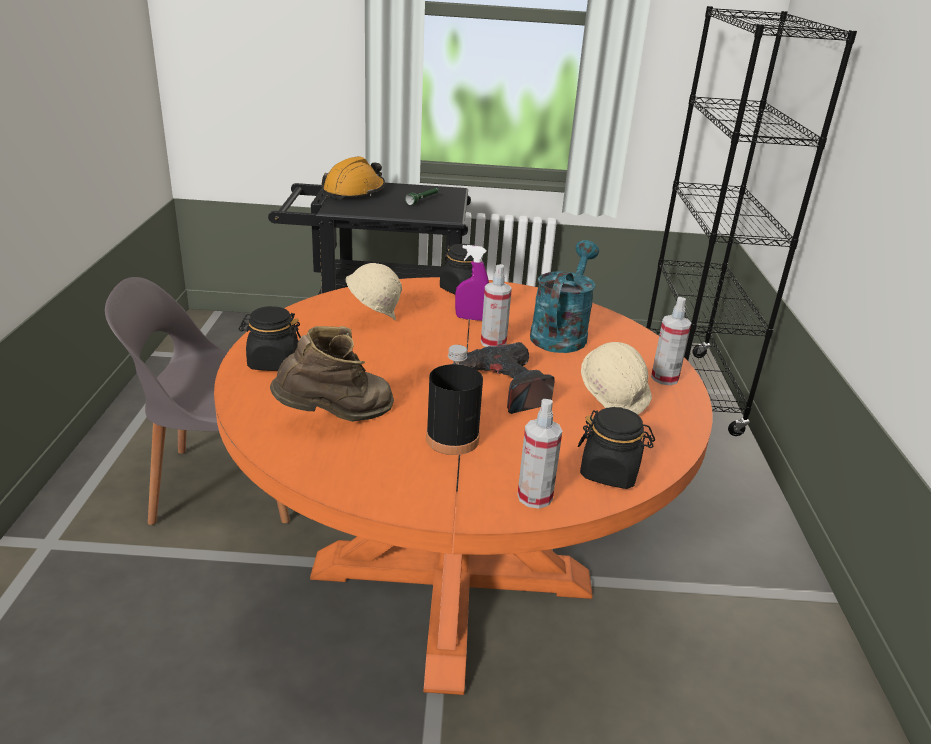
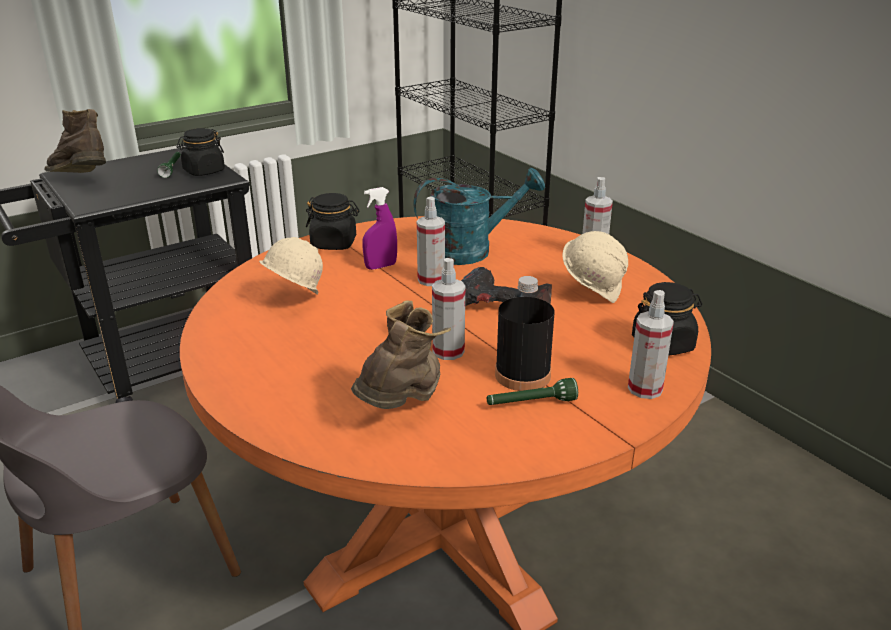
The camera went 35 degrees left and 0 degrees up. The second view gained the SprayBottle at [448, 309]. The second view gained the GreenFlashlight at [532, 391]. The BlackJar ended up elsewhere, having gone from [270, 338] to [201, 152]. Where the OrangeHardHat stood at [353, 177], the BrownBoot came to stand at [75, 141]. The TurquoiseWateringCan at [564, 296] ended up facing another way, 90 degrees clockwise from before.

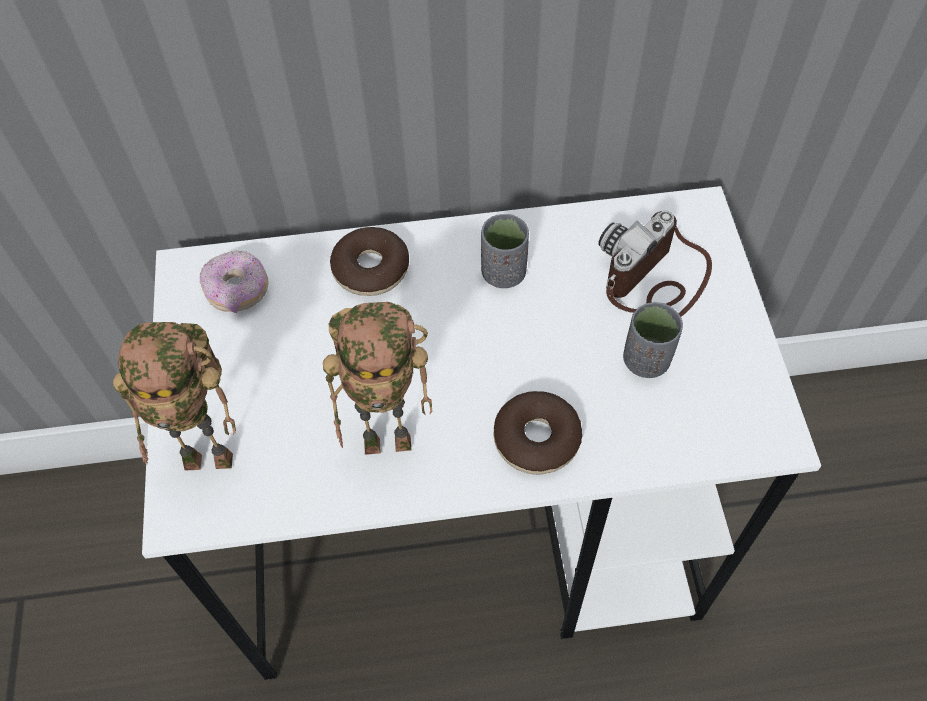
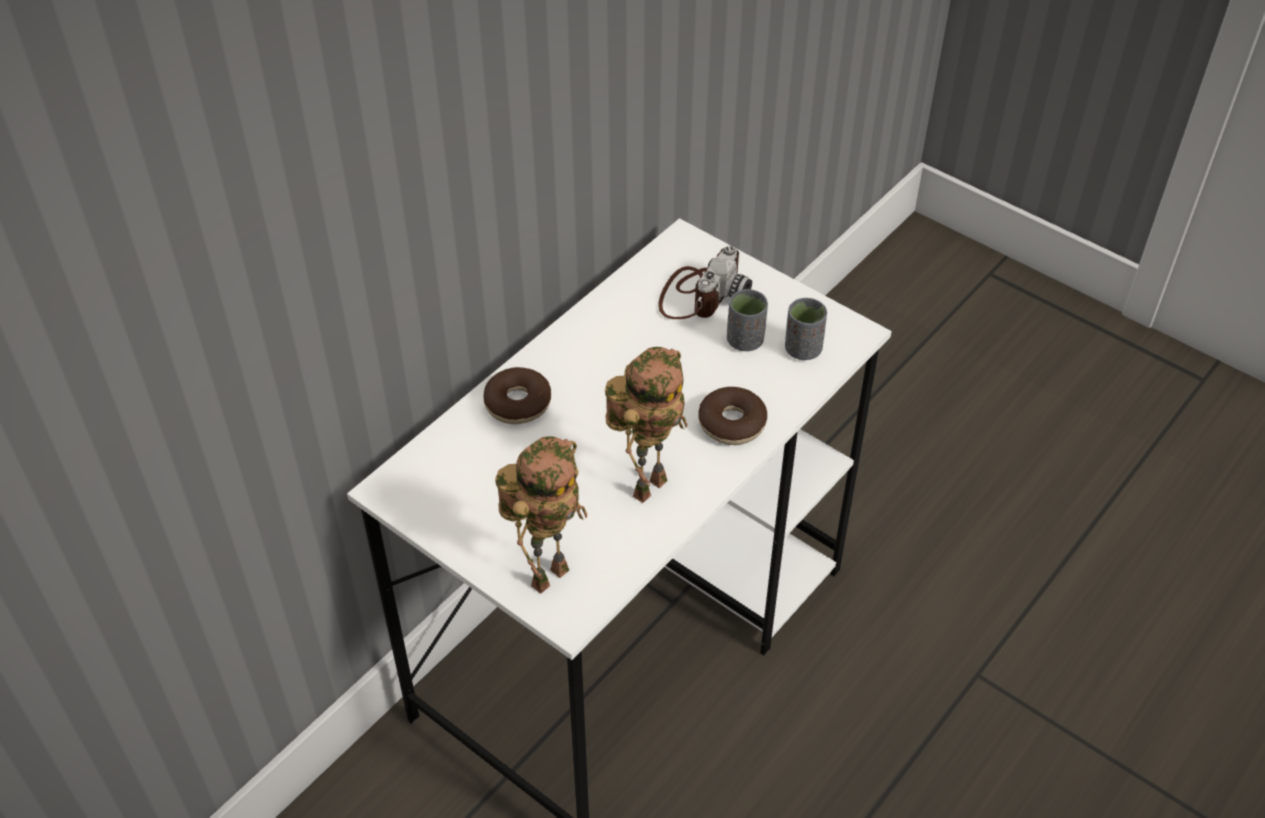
The camera went 45 degrees left and 10 degrees down. The second view lost the Donut at [234, 282]. The GreyCup ended up elsewhere, having gone from [505, 251] to [806, 329]. The PhotoCamera at [655, 264] ended up facing another way, 150 degrees counterclockwise from before.

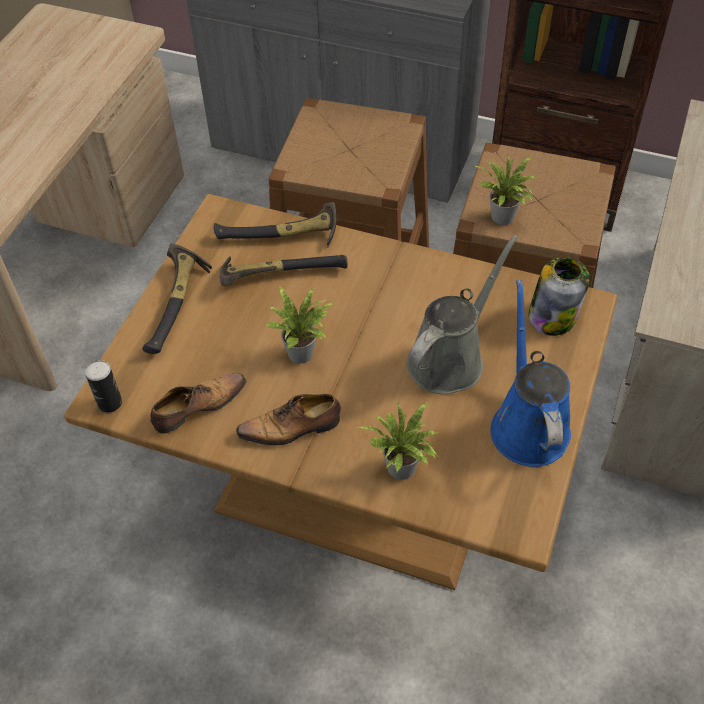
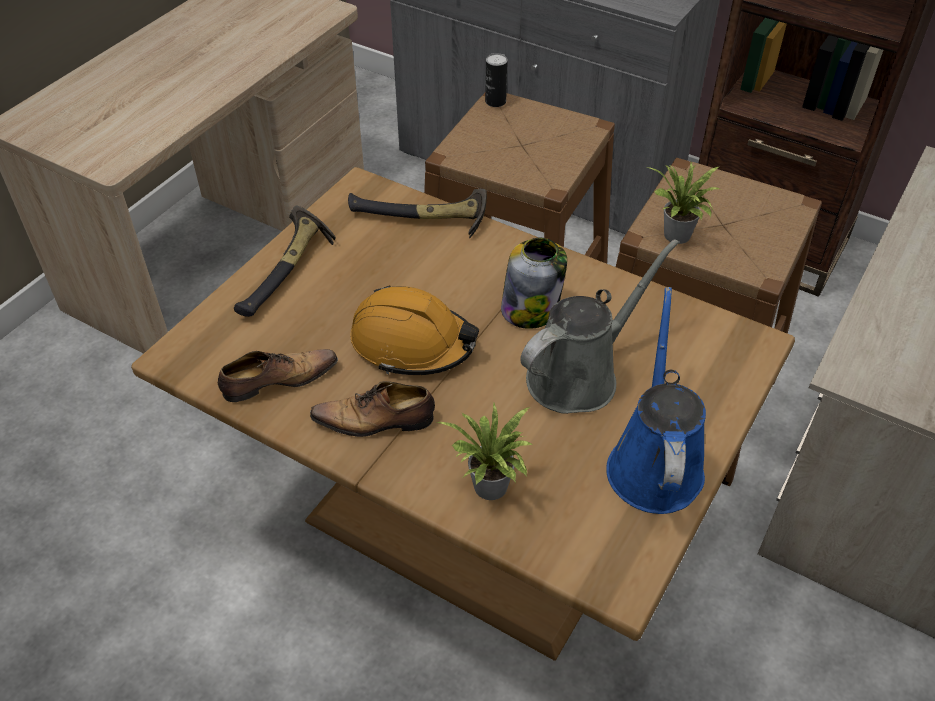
The camera went 10 degrees right and 5 degrees down. The second view lost the Hammer at [284, 270]. The Can ended up elsewhere, having gone from [103, 386] to [496, 80]. The Jar ended up elsewhere, having gone from [559, 296] to [534, 283]. Where the PottedPlant stood at [300, 324], the OrangeHardHat came to stand at [415, 330].

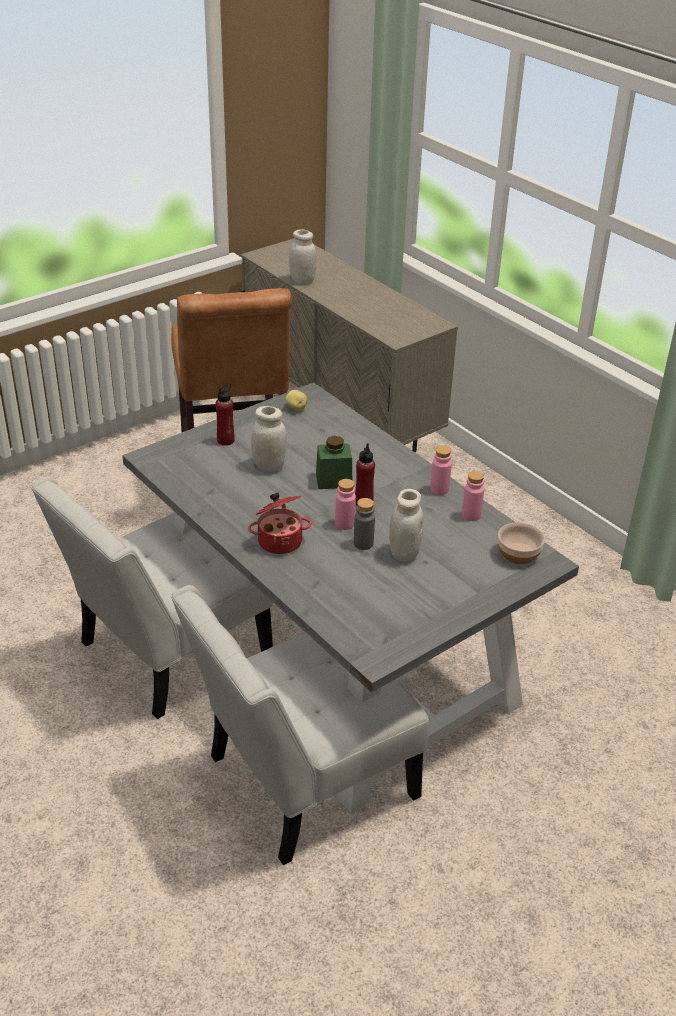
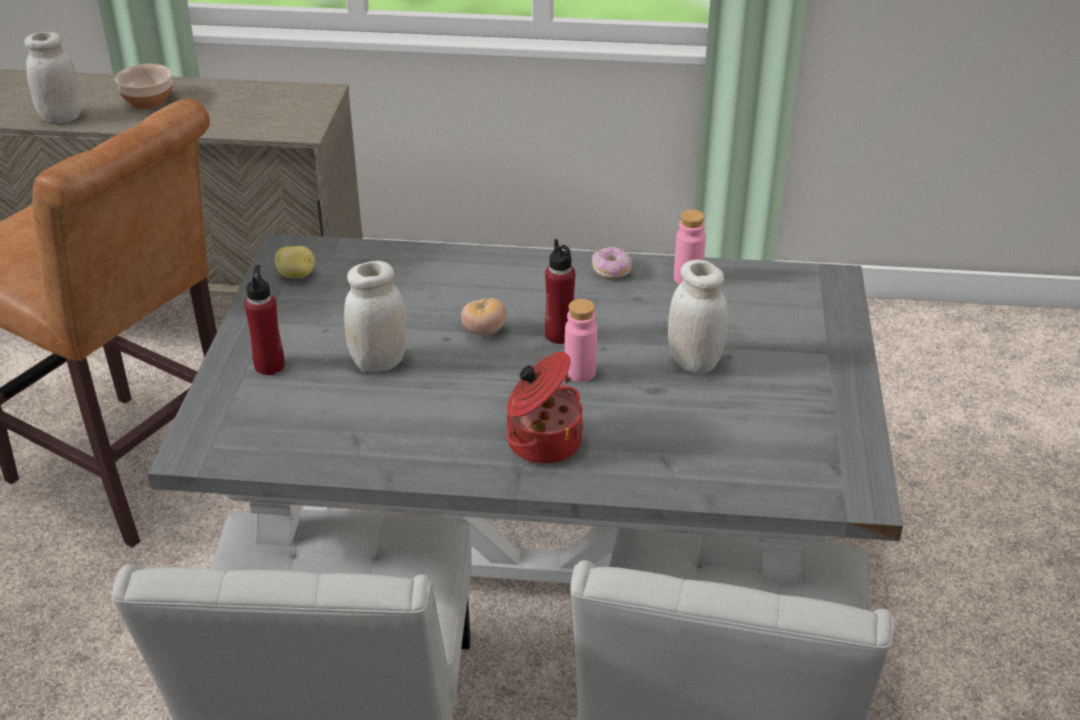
The camera went 45 degrees left and 0 degrees up. The second view lost the GreyBottle at [364, 524]. The Bowl ended up elsewhere, having gone from [521, 543] to [143, 86]. Where the GreenJar stood at [334, 462], the Tomato came to stand at [484, 317]. Where the PinkBottle stood at [441, 470], the Donut came to stand at [612, 263].

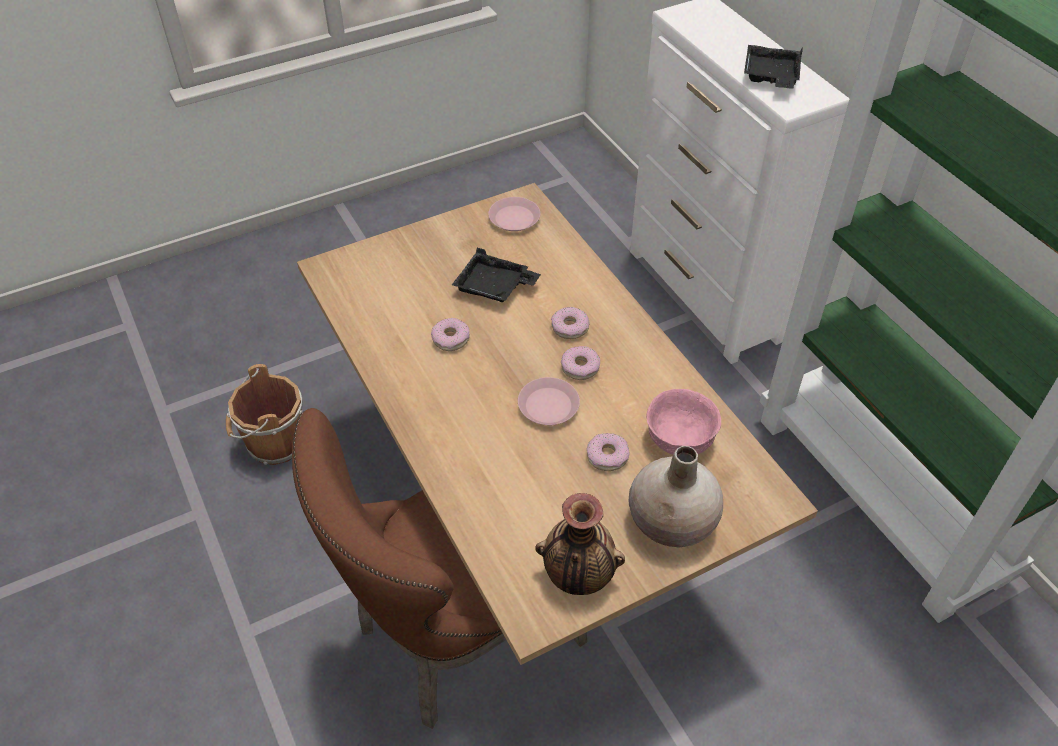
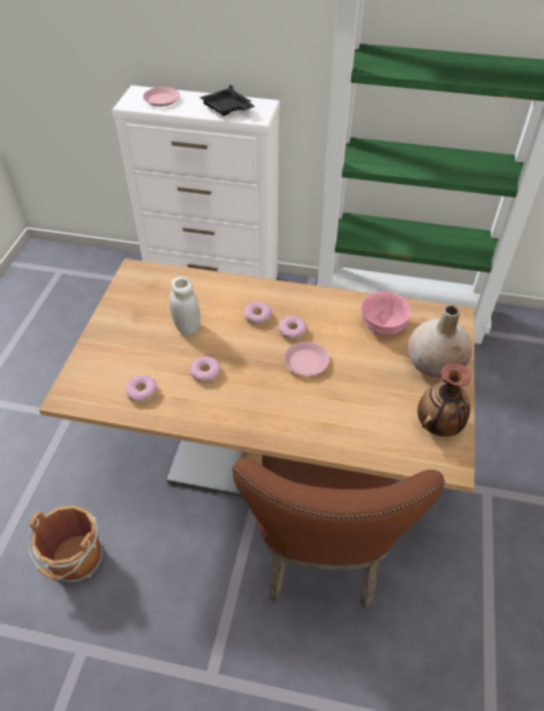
The camera went 50 degrees left and 0 degrees up. The PinkPlate ended up elsewhere, having gone from [514, 214] to [161, 97]. The Donut ended up elsewhere, having gone from [608, 452] to [141, 389]. Where the BlackTray stood at [496, 275], the WhiteJar came to stand at [185, 306].

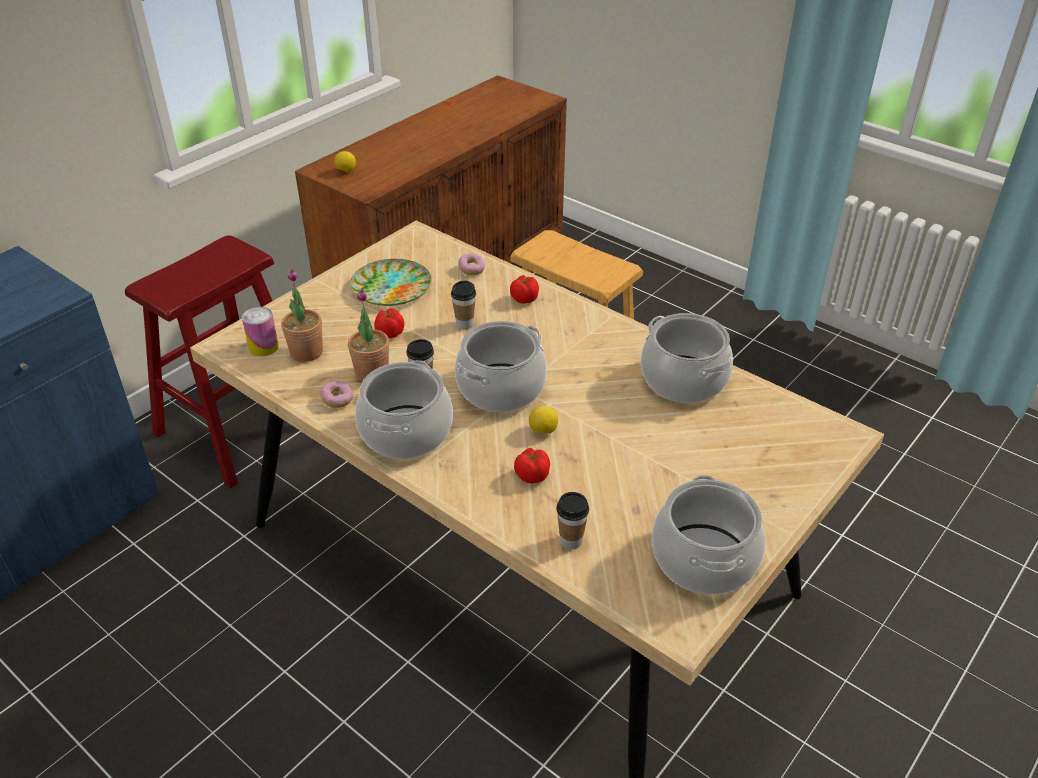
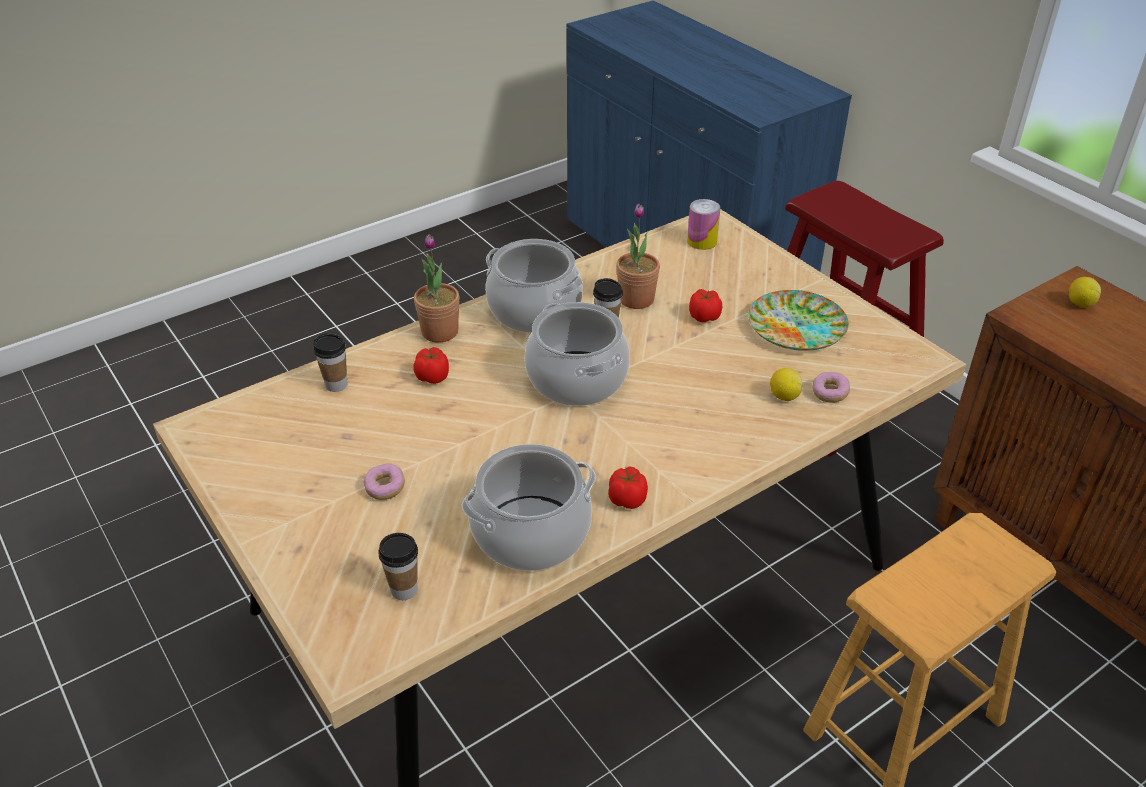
The camera went 105 degrees right and 0 degrees up. The second view lost the CookingPot at [709, 535]. The PottedPlant ended up elsewhere, having gone from [302, 315] to [436, 288]. The Donut ended up elsewhere, having gone from [336, 394] to [384, 481]. The Cup ended up elsewhere, having gone from [463, 305] to [398, 566]. The Tomato ended up elsewhere, having gone from [524, 289] to [628, 487]. The Lemon ended up elsewhere, having gone from [543, 420] to [786, 384].

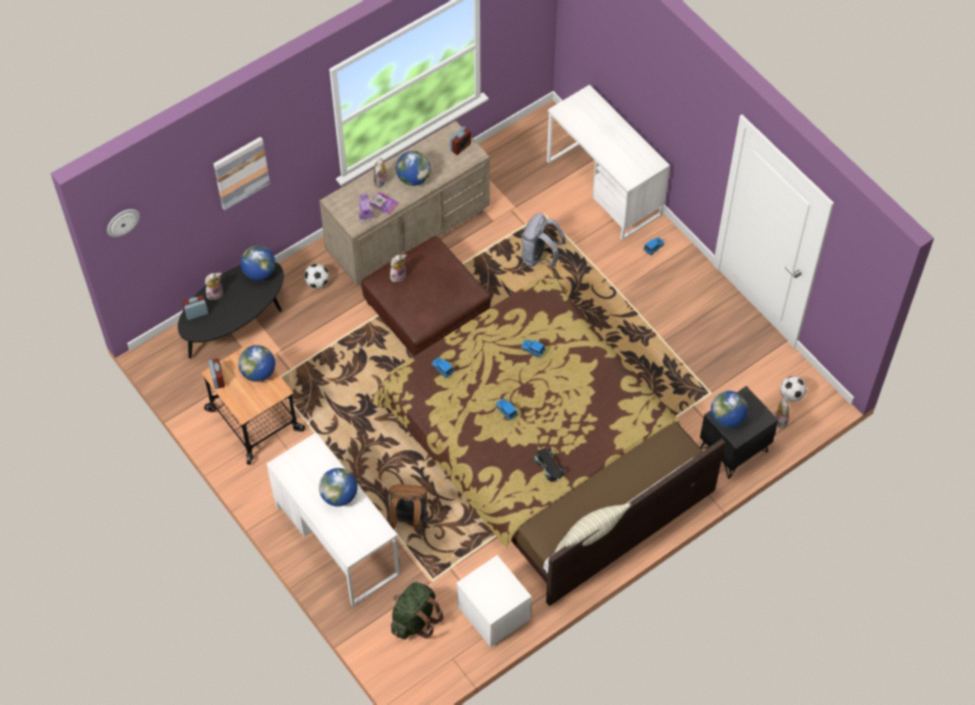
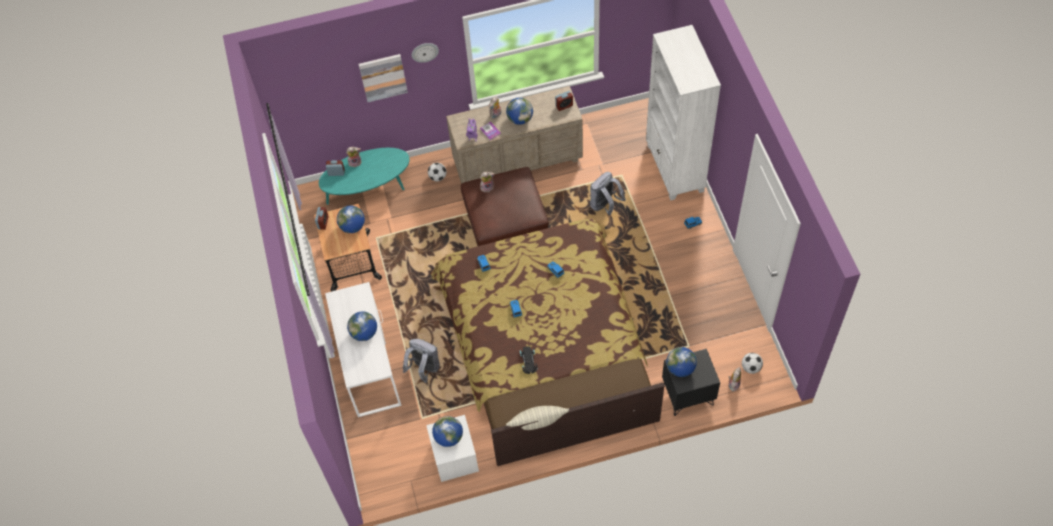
The camera went 25 degrees right and 0 degrees up. The second view lost the GreenBackpack at [417, 610]. The WallClock ended up elsewhere, having gone from [123, 223] to [425, 53]. The Globe ended up elsewhere, having gone from [257, 263] to [447, 431]. Where the WhiteDesk stood at [608, 162], the WhiteBookcase came to stand at [683, 113]. What was the BlackCoffeeTable at [231, 310] turned into the TurquoiseCoffeeTable at [364, 176]. What was the BrownBackpack at [408, 510] turned into the GreyBackpack at [421, 361].

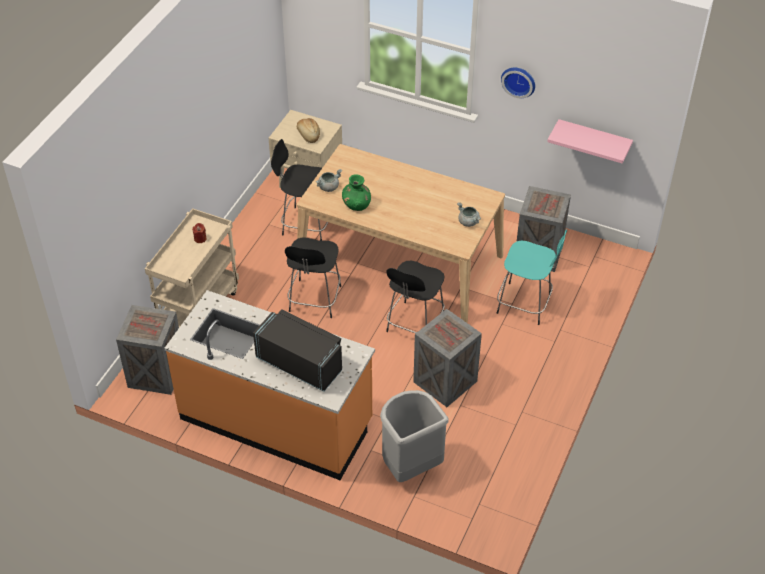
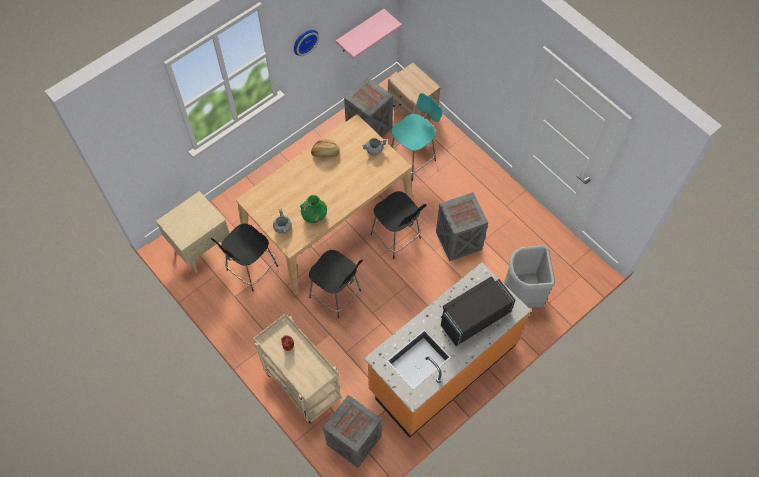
The camera went 65 degrees left and 15 degrees up. The second view gained the BeigeNightstand at [414, 90]. The Bread ended up elsewhere, having gone from [308, 130] to [325, 148].

